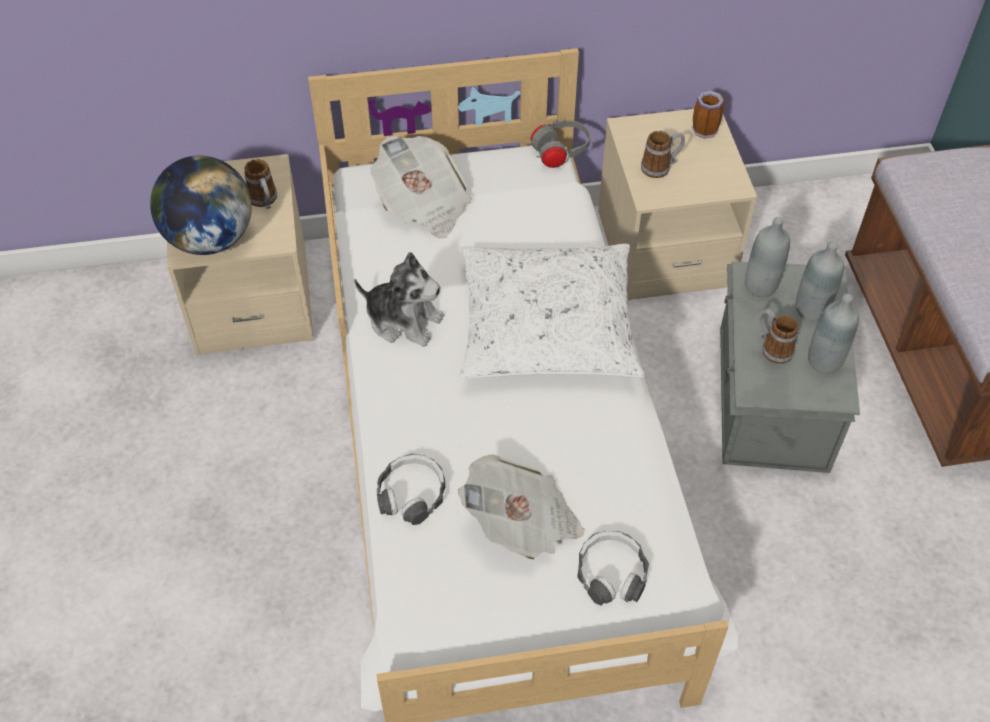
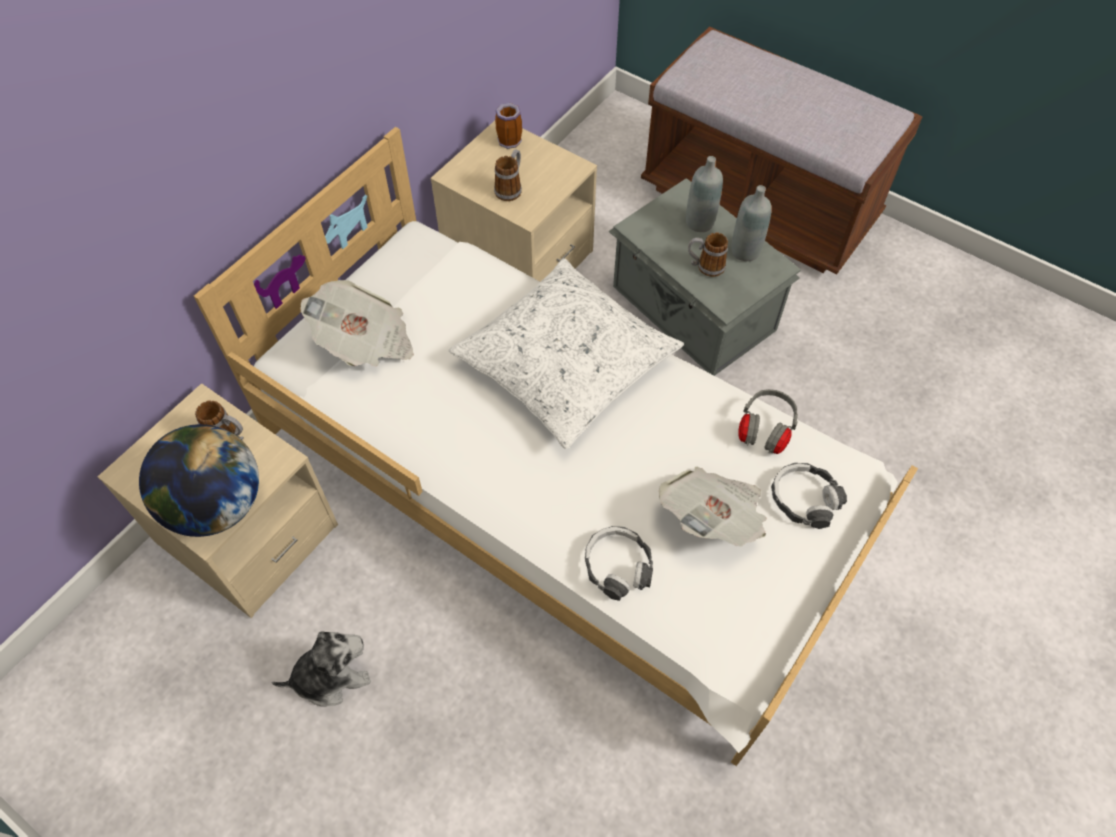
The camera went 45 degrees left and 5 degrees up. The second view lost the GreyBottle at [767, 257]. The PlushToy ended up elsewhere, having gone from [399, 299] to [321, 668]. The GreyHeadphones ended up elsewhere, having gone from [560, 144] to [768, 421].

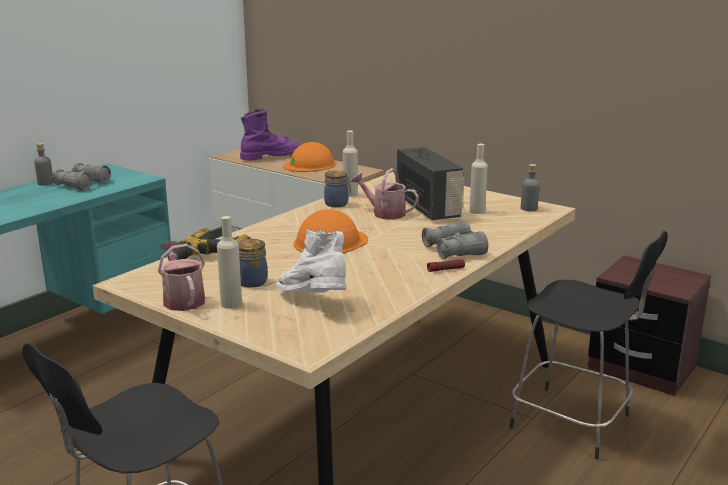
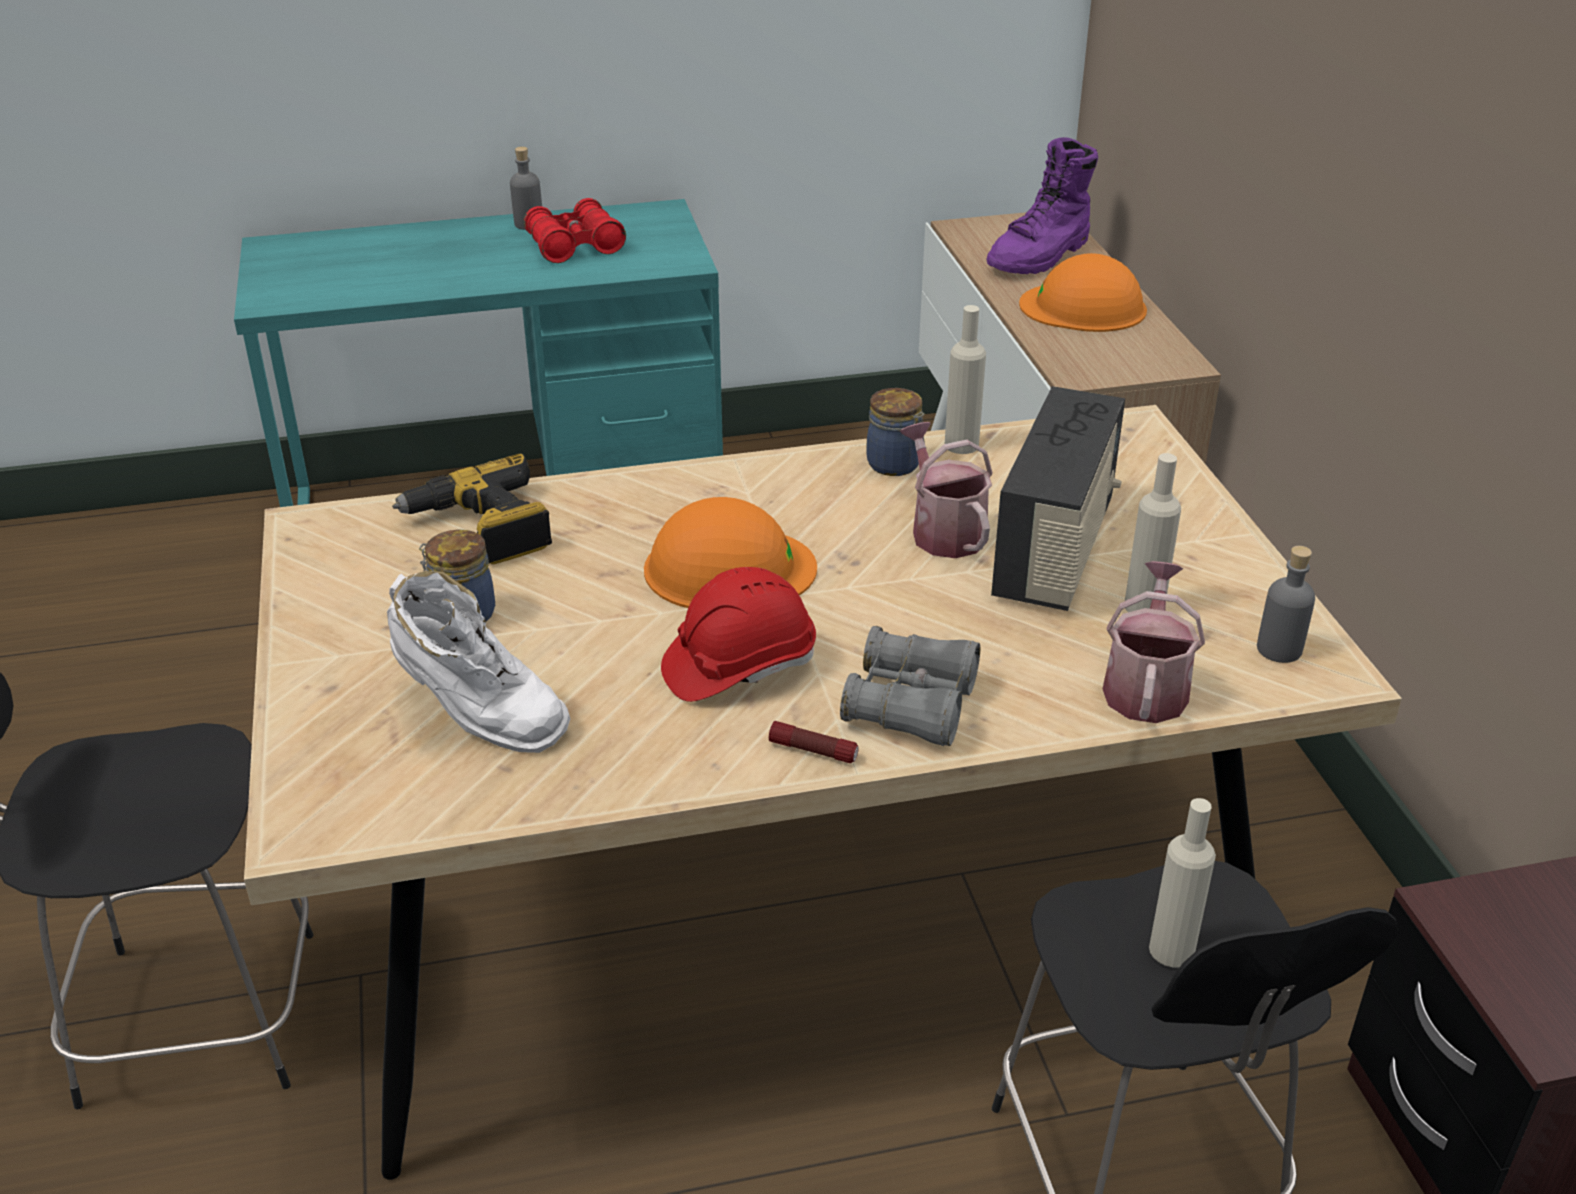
The camera went 40 degrees right and 15 degrees up. The second view gained the RedHardHat at [738, 634]. The WateringCan ended up elsewhere, having gone from [181, 276] to [1154, 642]. The BeigeBottle ended up elsewhere, having gone from [229, 262] to [1182, 882]. What was the GreyBinoculars at [81, 176] turned into the RedBinoculars at [575, 230]. The PurpleBoot at [270, 134] ended up facing another way, 120 degrees clockwise from before. The WhiteBoot at [311, 261] ended up facing another way, 120 degrees clockwise from before.

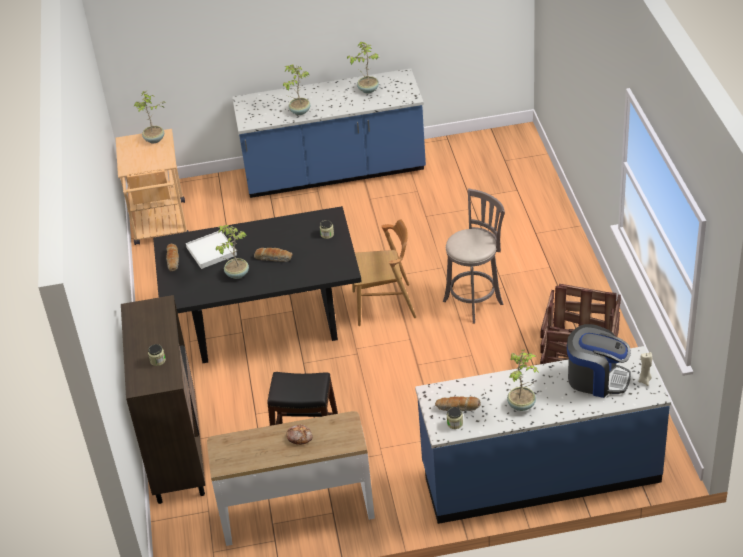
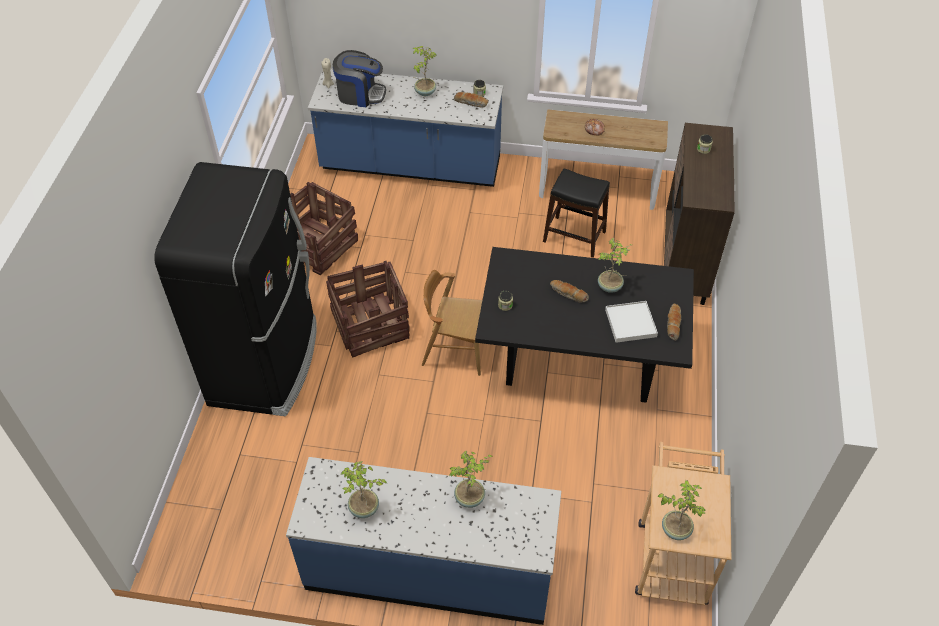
The camera went 165 degrees left and 10 degrees up. The second view gained the BlackFridge at [236, 289]. Where the GreyStool stood at [474, 256], the Crate came to stand at [368, 309]. The CoffeeMachine at [599, 361] ended up facing another way, 150 degrees clockwise from before.

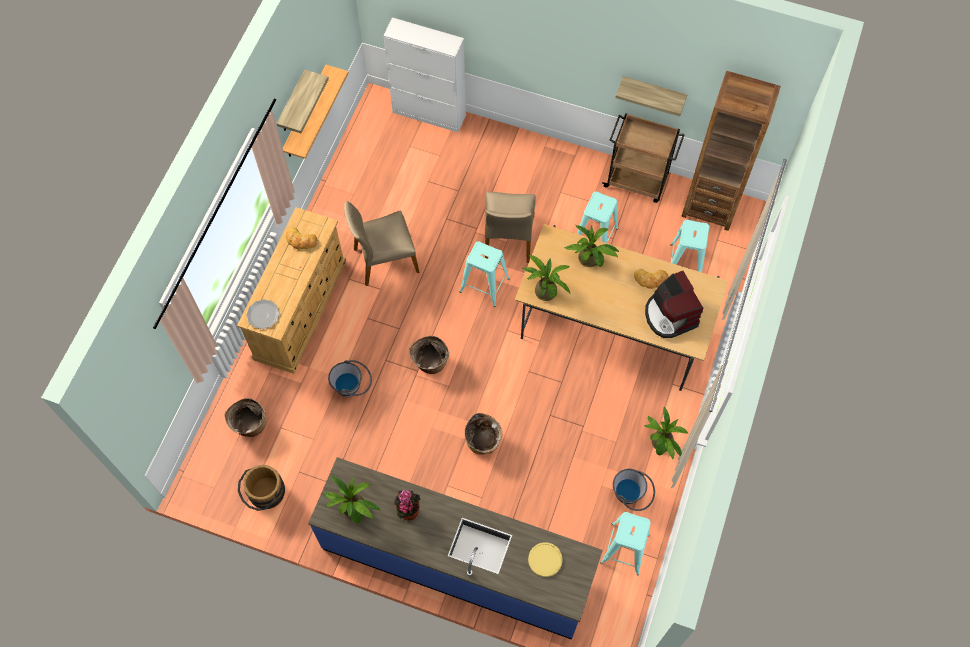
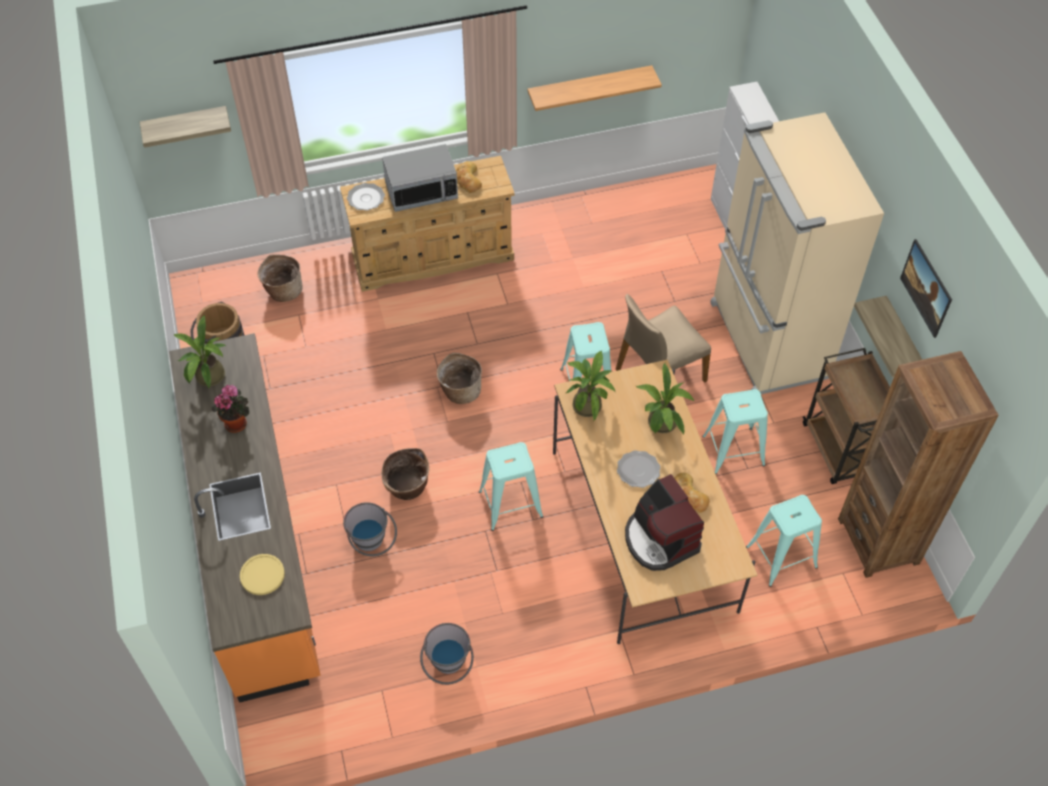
The camera went 55 degrees right and 10 degrees down. The second view lost the BeigeChair at [382, 243]. The second view lost the PottedPlant at [666, 433]. The second view gained the Microwave at [420, 178]. The second view gained the Plate at [638, 469]. The second view gained the BeigeFridge at [797, 253]. The second view gained the Picture at [926, 288]. The Shelf ended up elsewhere, having gone from [302, 101] to [185, 127]. The GreyBucket ended up elsewhere, having gone from [350, 378] to [370, 529]. The TurquoiseStool ended up elsewhere, having gone from [626, 543] to [511, 486]. What was the BlueCounter at [455, 548] turned into the OrangeCounter at [244, 518]. The CoffeeMachine at [674, 304] ended up facing another way, 60 degrees counterclockwise from before.

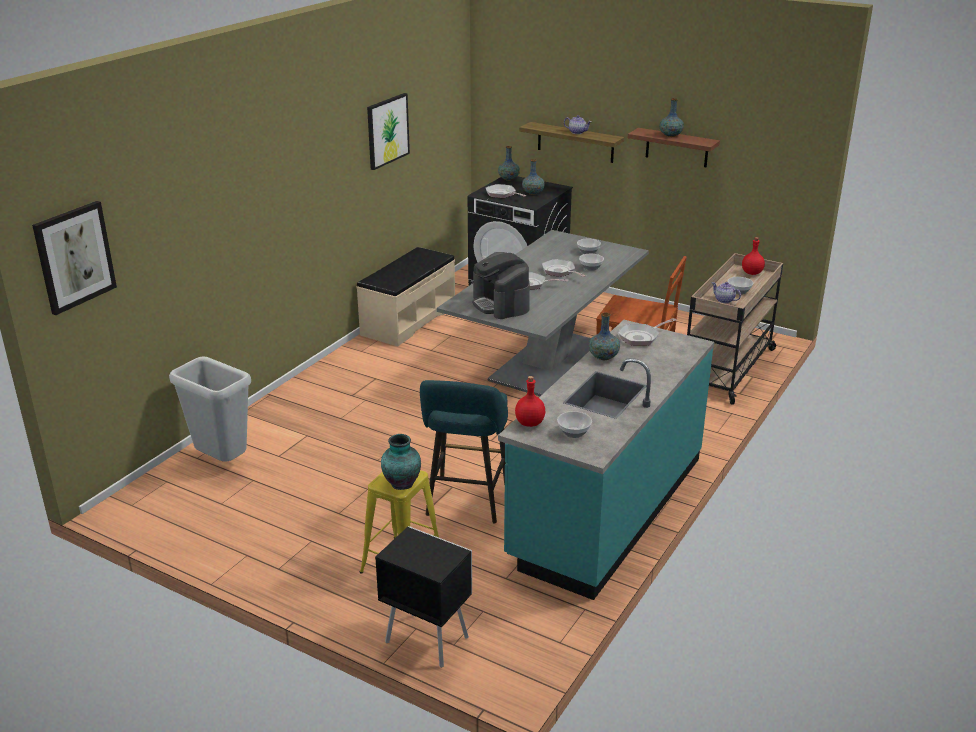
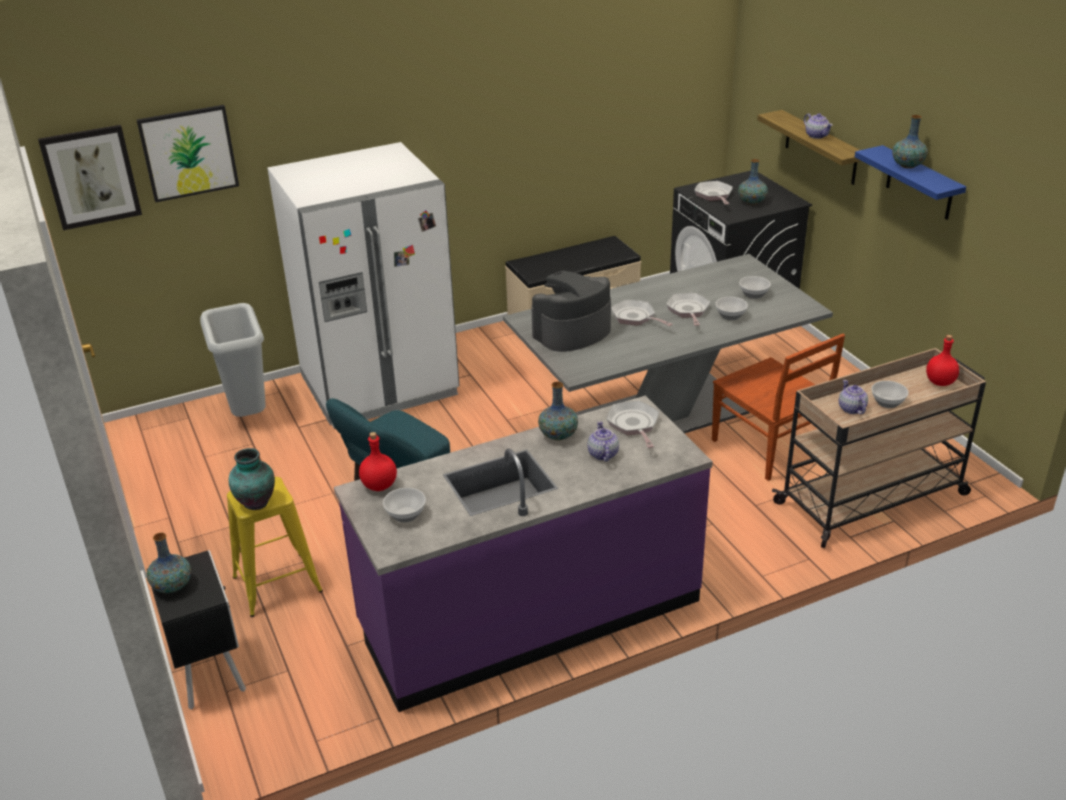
The camera went 35 degrees right and 5 degrees up. The second view gained the WhiteFridge at [363, 285]. The second view gained the Teapot at [603, 441]. The Picture ended up elsewhere, having gone from [388, 131] to [187, 153]. The Vase ended up elsewhere, having gone from [509, 163] to [169, 563]. What was the TurquoiseCounter at [606, 460] turned into the PurpleCounter at [523, 553]. What was the BrownShelf at [674, 147] turned into the BlueShelf at [910, 182]. The CoffeeMachine at [501, 285] ended up facing another way, 45 degrees clockwise from before. The FryingPan at [647, 332] ended up facing another way, 75 degrees clockwise from before.

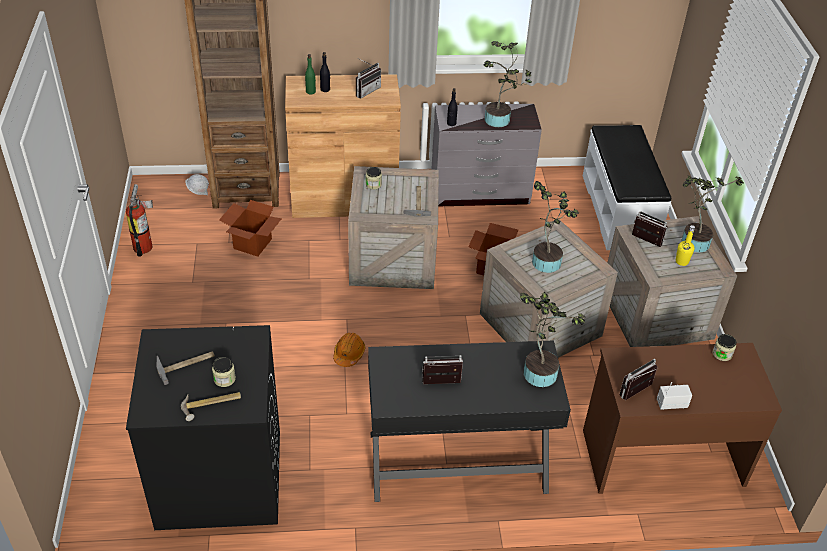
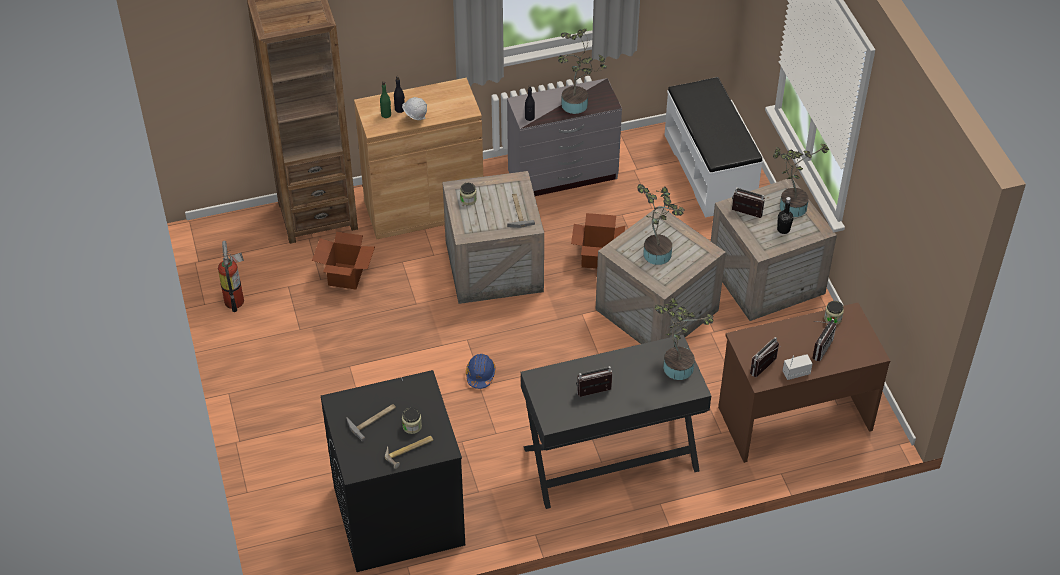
The camera went 10 degrees left and 5 degrees up. The WhiteHardHat ended up elsewhere, having gone from [197, 184] to [414, 108]. The Radio ended up elsewhere, having gone from [368, 79] to [824, 340]. What was the OrangeHardHat at [349, 350] turned into the BlueHardHat at [481, 371]. What was the YellowBottle at [685, 245] turned into the BlackBottle at [785, 215].

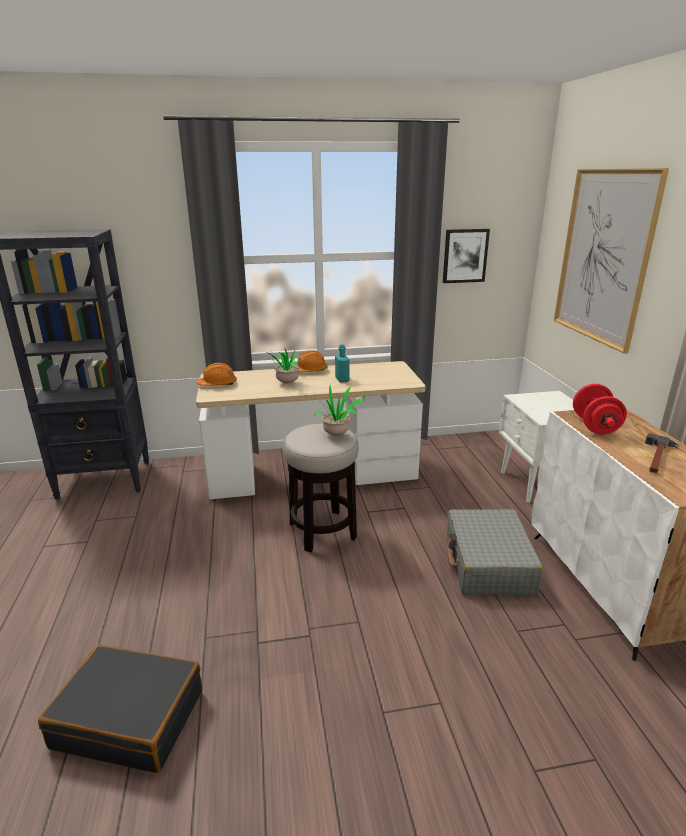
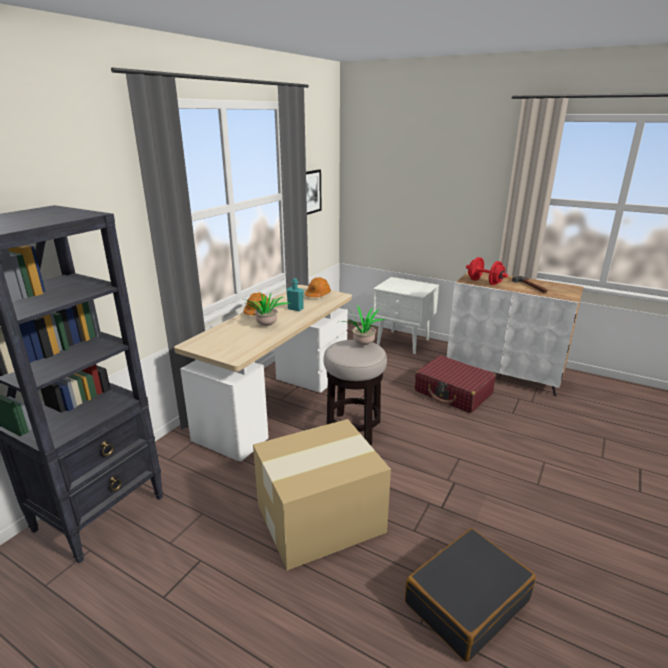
The camera went 50 degrees left and 0 degrees up. The second view lost the Picture at [611, 261]. The second view gained the CardboardBox at [322, 495]. The OrangeHardHat ended up elsewhere, having gone from [217, 374] to [318, 287]. What was the GreySuitcase at [495, 552] turned into the RedSuitcase at [455, 384].

